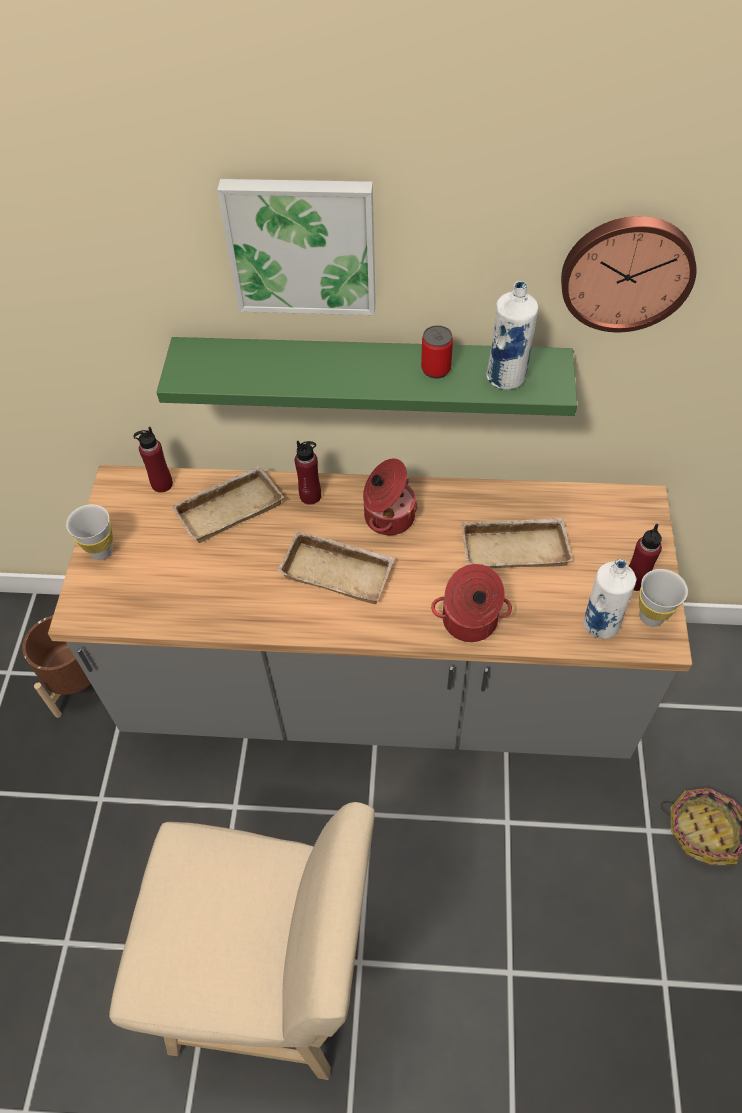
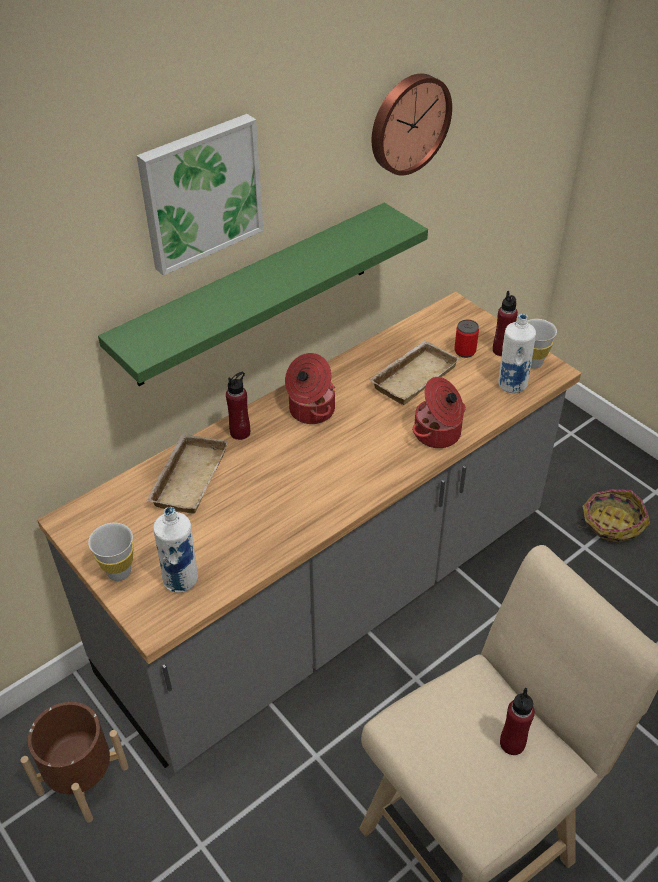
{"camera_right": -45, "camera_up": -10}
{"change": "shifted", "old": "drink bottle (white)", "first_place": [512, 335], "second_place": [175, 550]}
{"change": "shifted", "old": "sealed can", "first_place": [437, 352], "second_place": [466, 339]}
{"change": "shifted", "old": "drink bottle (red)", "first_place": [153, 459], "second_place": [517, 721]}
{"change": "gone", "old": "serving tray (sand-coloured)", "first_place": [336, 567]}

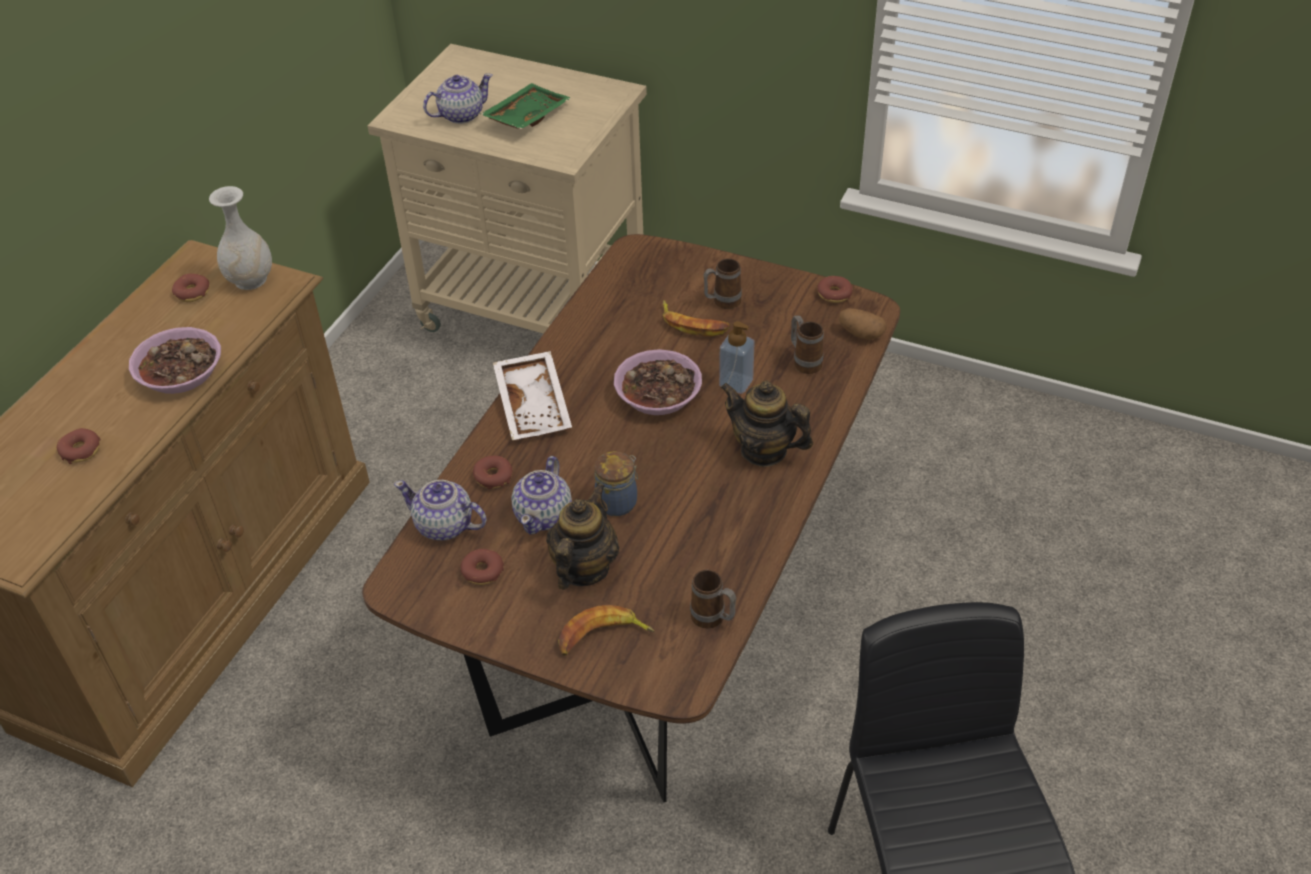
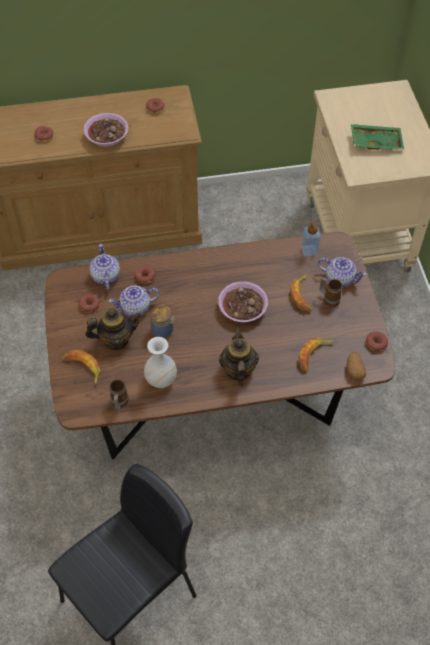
{"camera_right": 55, "camera_up": 10}
{"change": "shifted", "old": "teapot", "first_place": [458, 98], "second_place": [342, 272]}
{"change": "shifted", "old": "flower vase (white)", "first_place": [240, 238], "second_place": [160, 362]}
{"change": "swapped", "old": "tea mug", "new": "banana fruit", "first_place": [807, 344], "second_place": [317, 354]}
{"change": "shifted", "old": "soap bottle", "first_place": [737, 357], "second_place": [311, 238]}
{"change": "gone", "old": "serving tray (white)", "first_place": [532, 395]}

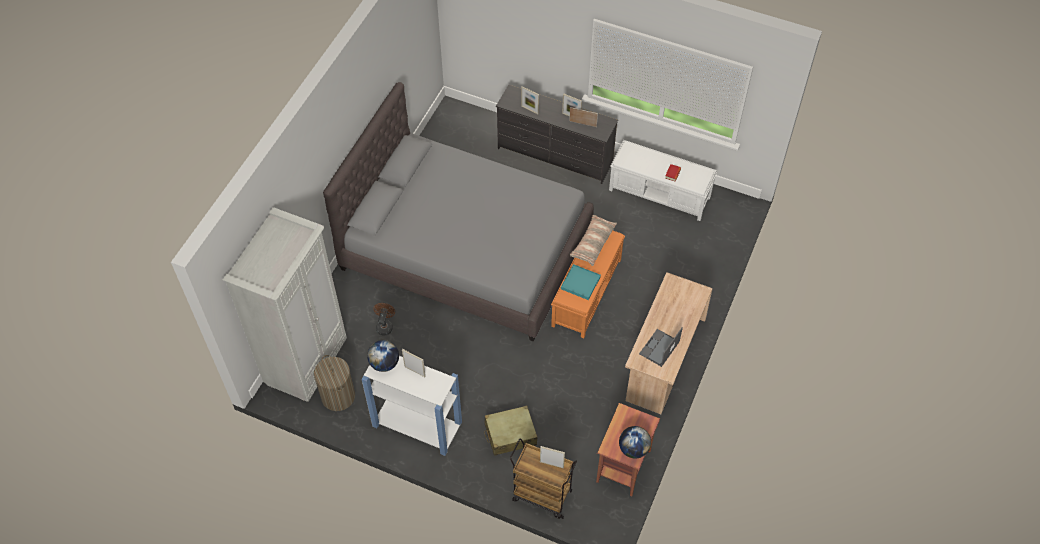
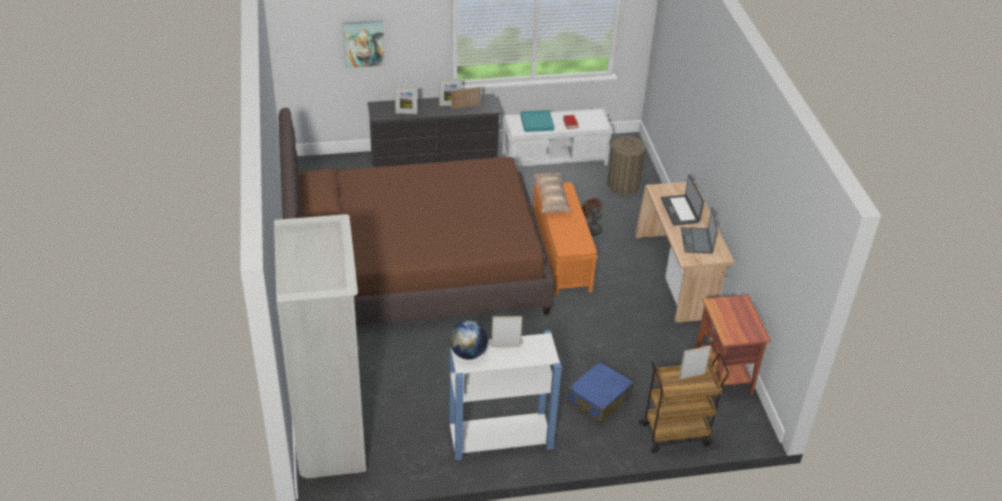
{"camera_right": -35, "camera_up": -15}
{"change": "repainted", "old": "bed (gray)", "new": "bed (brown-coloured)", "first_place": [458, 211], "second_place": [416, 216]}
{"change": "shifted", "old": "serving tray (blue-green)", "first_place": [581, 282], "second_place": [537, 121]}
{"change": "shifted", "old": "electric fan (brown-coloured)", "first_place": [384, 319], "second_place": [591, 217]}
{"change": "shifted", "old": "washing basket", "first_place": [334, 383], "second_place": [627, 165]}
{"change": "repainted", "old": "suitcase (sand-coloured)", "new": "suitcase (blue-coloured)", "first_place": [510, 430], "second_place": [600, 392]}
{"change": "gone", "old": "desk globe", "first_place": [635, 442]}
{"change": "new", "new": "wall picture", "second_place": [364, 44]}
{"change": "new", "new": "laptop", "second_place": [682, 200]}

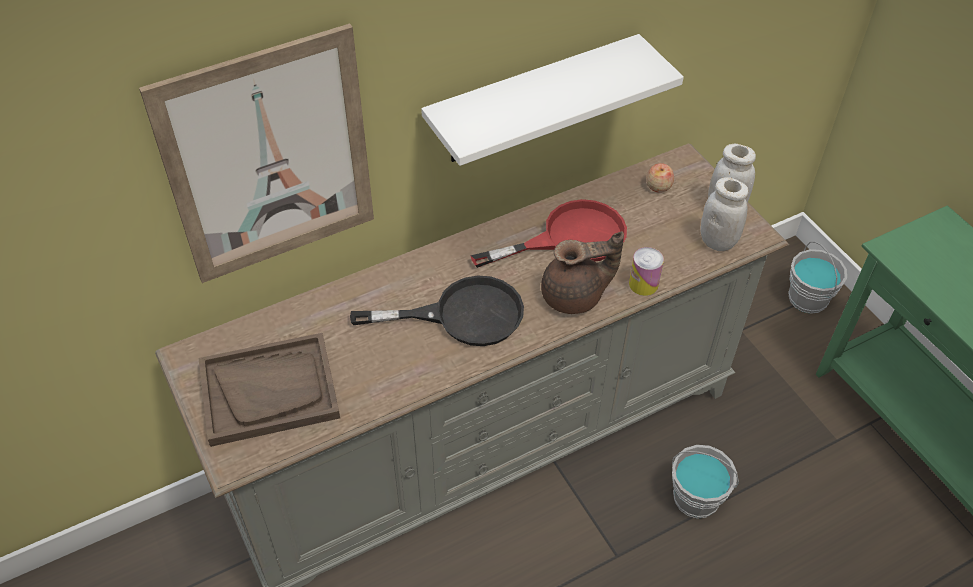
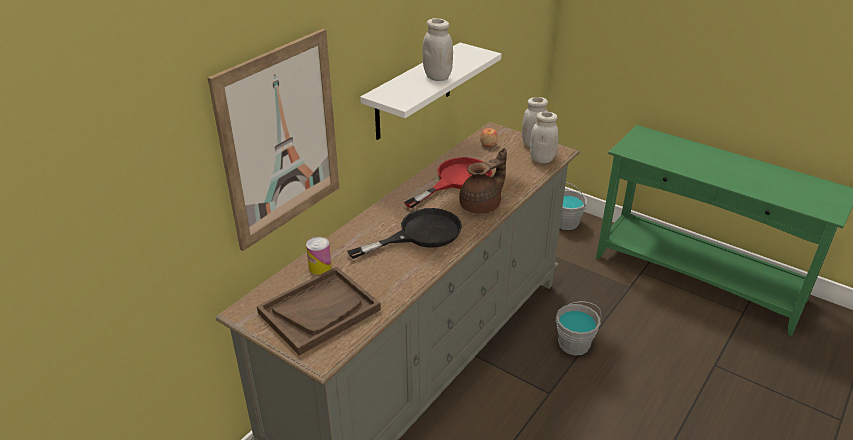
{"camera_right": -25, "camera_up": -15}
{"change": "shifted", "old": "sealed can", "first_place": [646, 271], "second_place": [319, 256]}
{"change": "new", "new": "storage jar (white)", "second_place": [438, 49]}

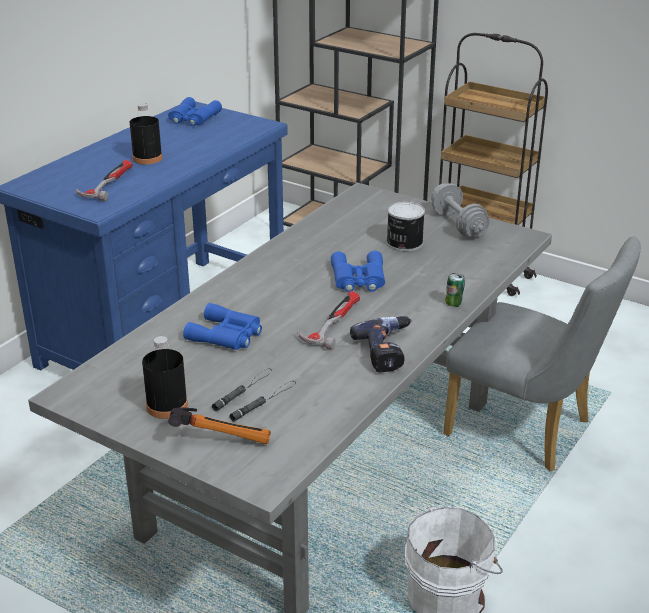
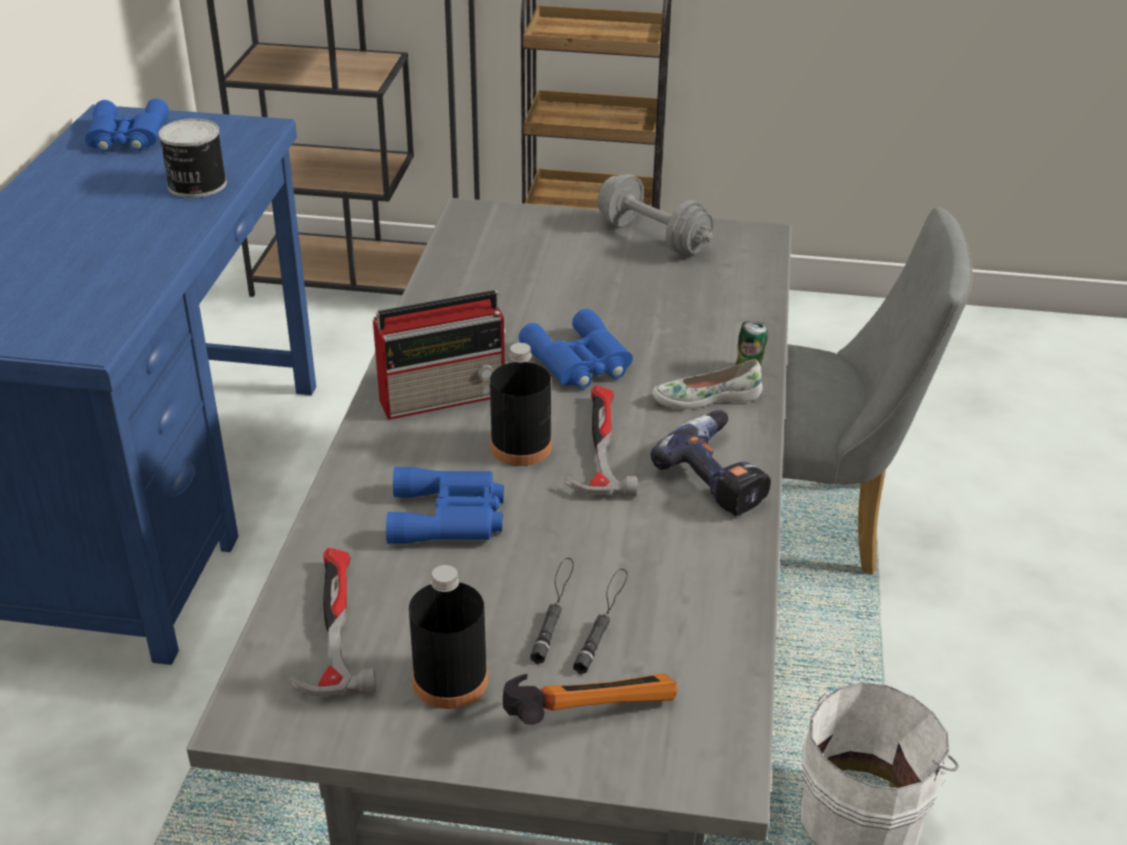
{"camera_right": -25, "camera_up": 5}
{"change": "shifted", "old": "drink bottle (black-coloured)", "first_place": [146, 134], "second_place": [521, 404]}
{"change": "shifted", "old": "hammer", "first_place": [104, 180], "second_place": [332, 622]}
{"change": "shifted", "old": "sealed can", "first_place": [406, 226], "second_place": [193, 158]}
{"change": "new", "new": "radio set", "second_place": [439, 355]}
{"change": "new", "new": "low shoe (white)", "second_place": [707, 385]}

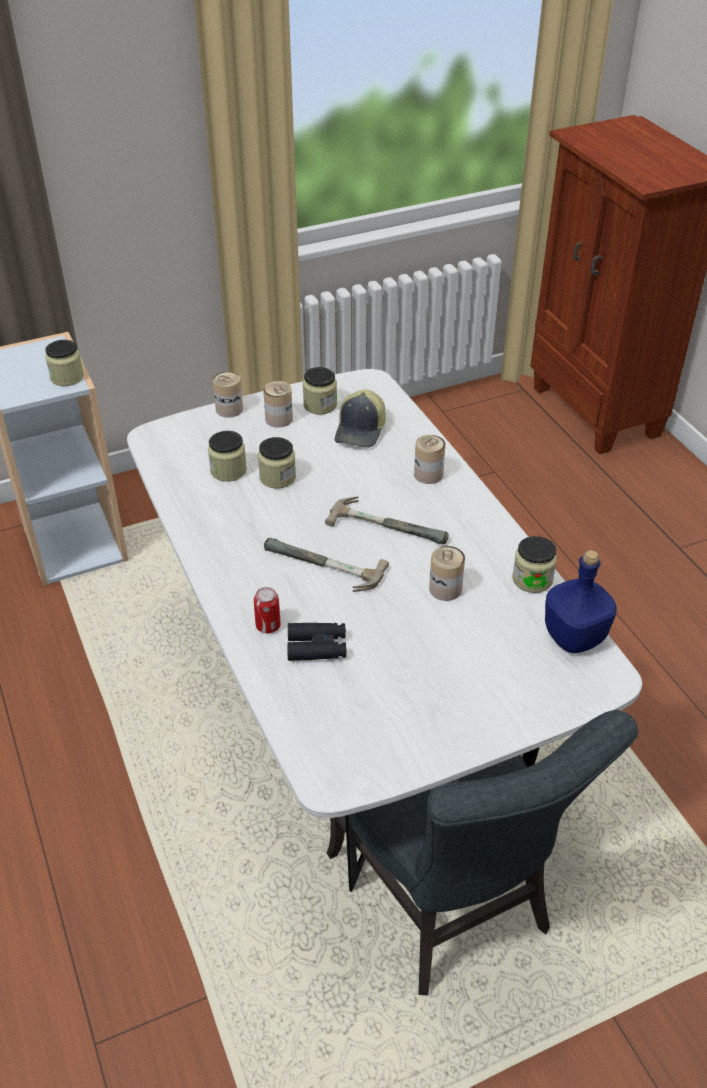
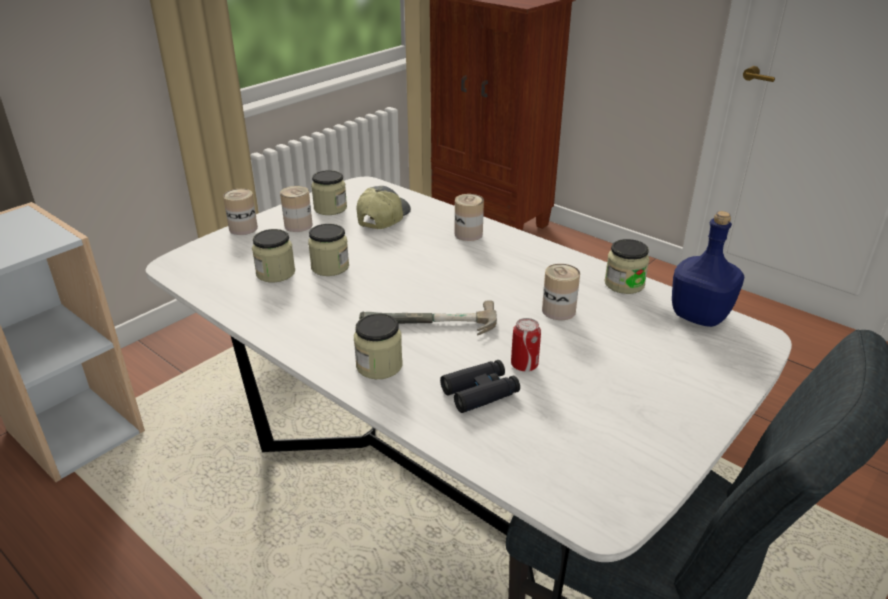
{"camera_right": -25, "camera_up": -10}
{"change": "shifted", "old": "storage jar", "first_place": [64, 363], "second_place": [378, 346]}
{"change": "rotated", "old": "peaked cap", "first_place": [360, 419], "second_place": [384, 207], "degrees": -150}
{"change": "gone", "old": "hammer", "first_place": [387, 520]}
{"change": "shifted", "old": "sealed can", "first_place": [267, 610], "second_place": [526, 344]}

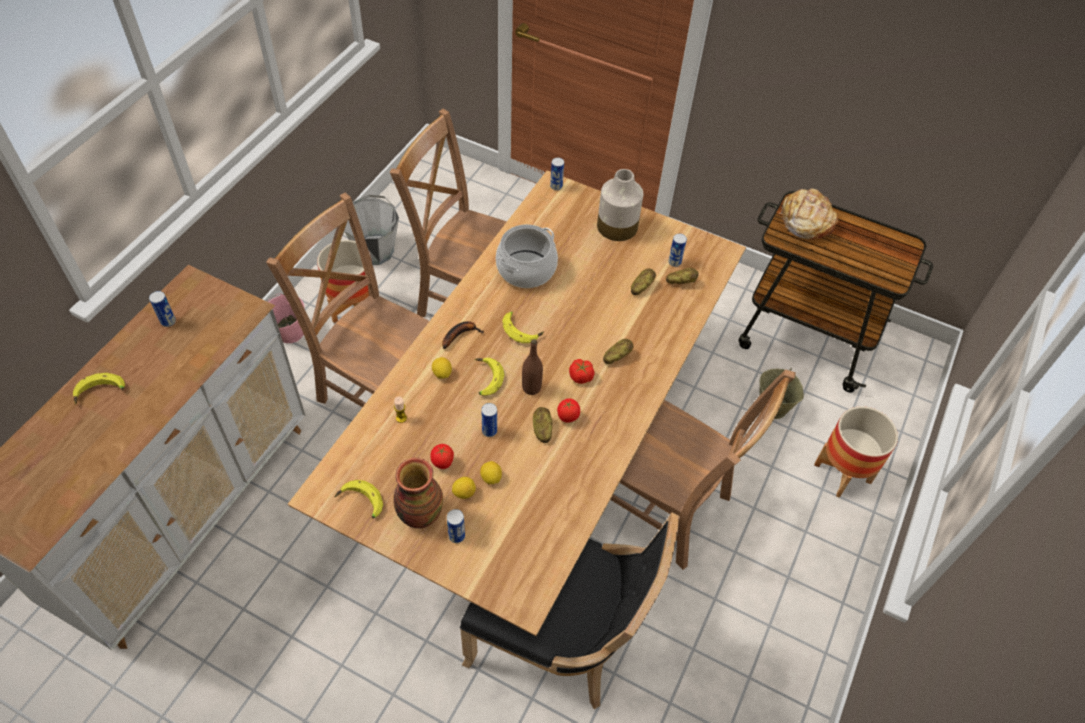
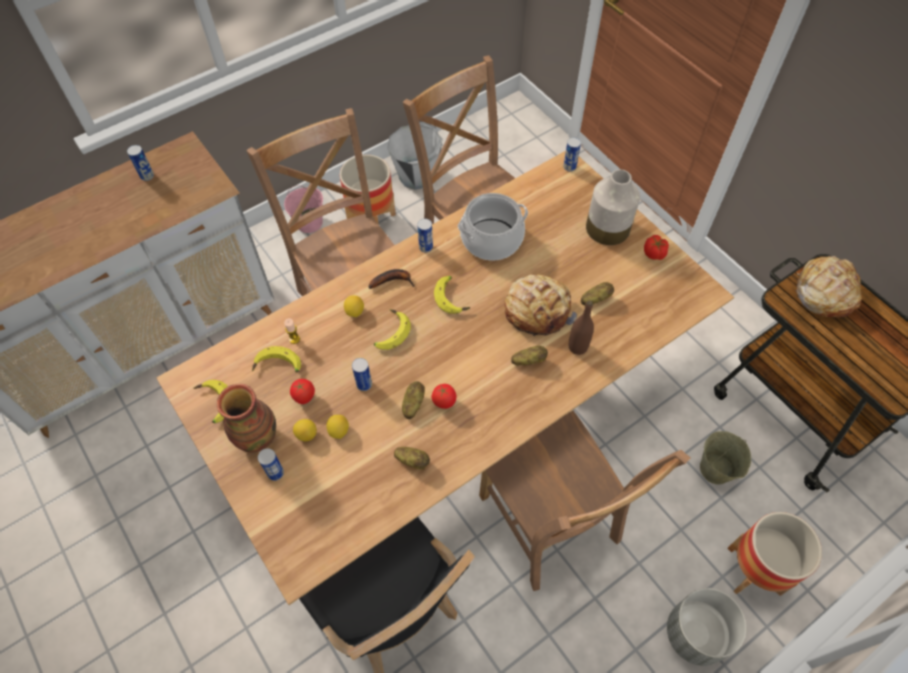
{"camera_right": 30, "camera_up": 5}
{"change": "shifted", "old": "sealed can", "first_place": [677, 250], "second_place": [425, 235]}
{"change": "shifted", "old": "whole potato", "first_place": [682, 276], "second_place": [412, 458]}
{"change": "shifted", "old": "drink bottle (brown-coloured)", "first_place": [532, 367], "second_place": [581, 327]}
{"change": "shifted", "old": "whole tomato", "first_place": [581, 371], "second_place": [656, 247]}
{"change": "shifted", "old": "banana fruit", "first_place": [99, 389], "second_place": [276, 359]}
{"change": "new", "new": "bread", "second_place": [541, 305]}
{"change": "new", "new": "plant pot (gray)", "second_place": [706, 627]}

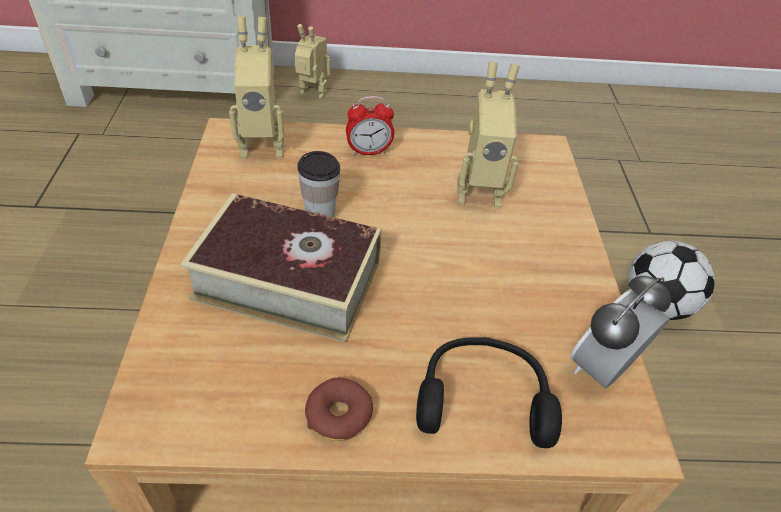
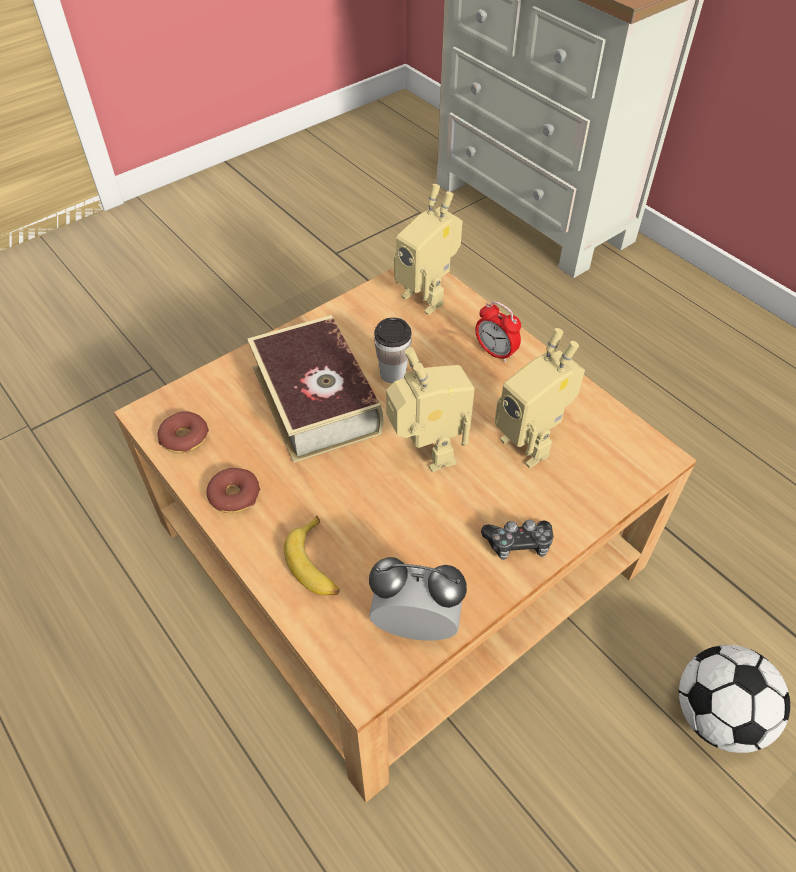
{"camera_right": 55, "camera_up": 5}
{"change": "shifted", "old": "robot figure", "first_place": [313, 61], "second_place": [430, 409]}
{"change": "swapped", "old": "headset (black-coloured)", "new": "banana fruit", "first_place": [489, 392], "second_place": [312, 555]}
{"change": "new", "new": "doughnut", "second_place": [183, 432]}
{"change": "new", "new": "gamepad", "second_place": [517, 540]}

